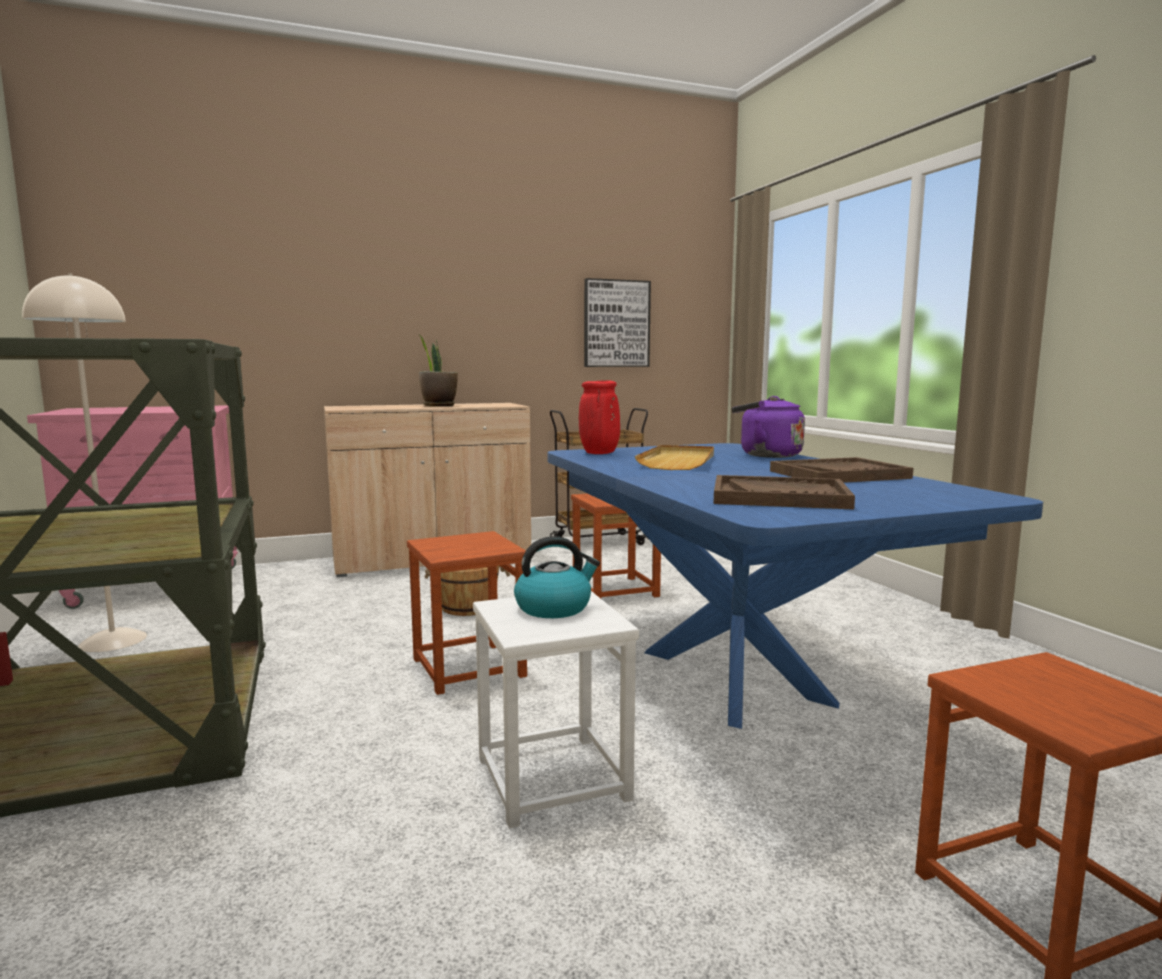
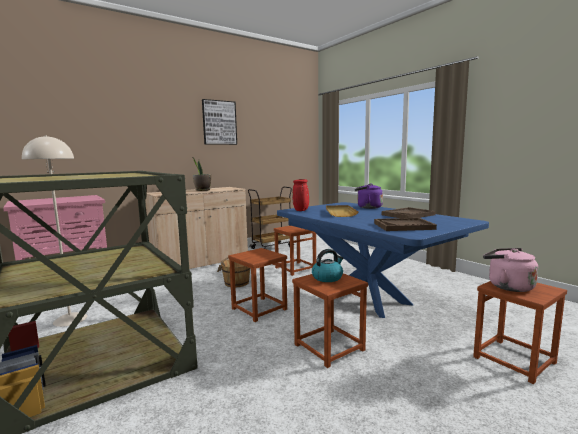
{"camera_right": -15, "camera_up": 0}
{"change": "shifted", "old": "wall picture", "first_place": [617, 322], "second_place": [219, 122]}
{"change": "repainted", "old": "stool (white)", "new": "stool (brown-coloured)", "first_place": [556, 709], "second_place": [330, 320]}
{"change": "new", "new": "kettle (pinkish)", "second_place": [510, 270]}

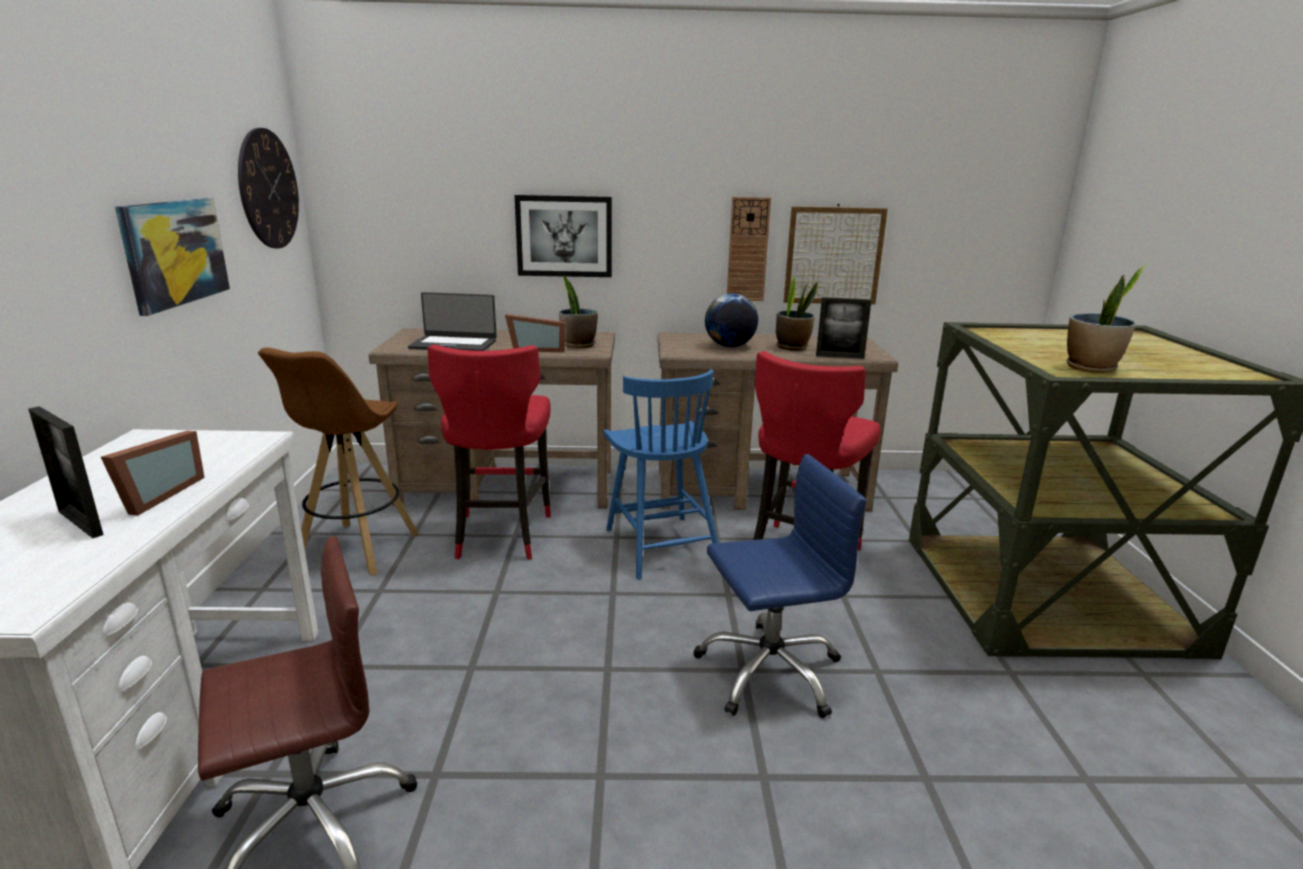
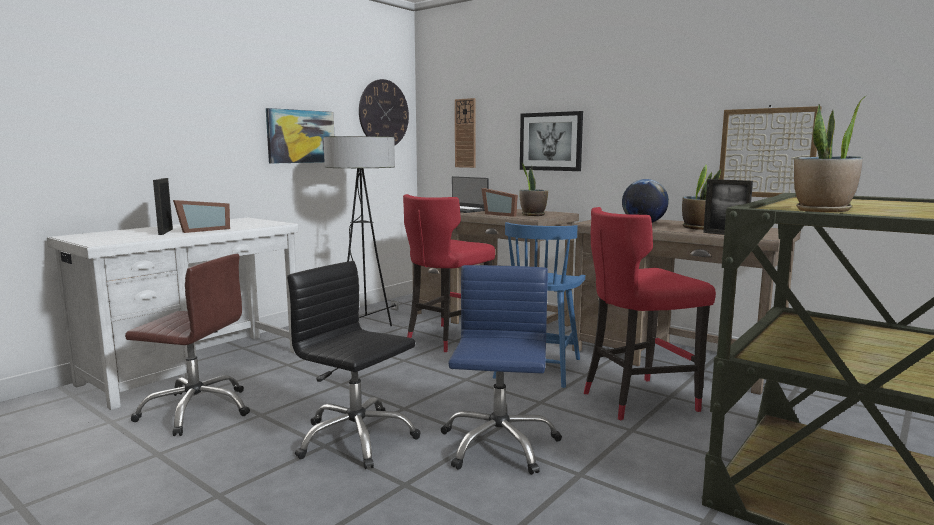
{"camera_right": 40, "camera_up": -10}
{"change": "shifted", "old": "clock on the wall", "first_place": [749, 249], "second_place": [465, 133]}
{"change": "swapped", "old": "stool (brown-coloured)", "new": "floor lamp", "first_place": [338, 461], "second_place": [361, 231]}
{"change": "rotated", "old": "office chair (blue-coloured)", "first_place": [780, 586], "second_place": [501, 370], "degrees": -105}
{"change": "new", "new": "office chair (black-coloured)", "second_place": [353, 365]}

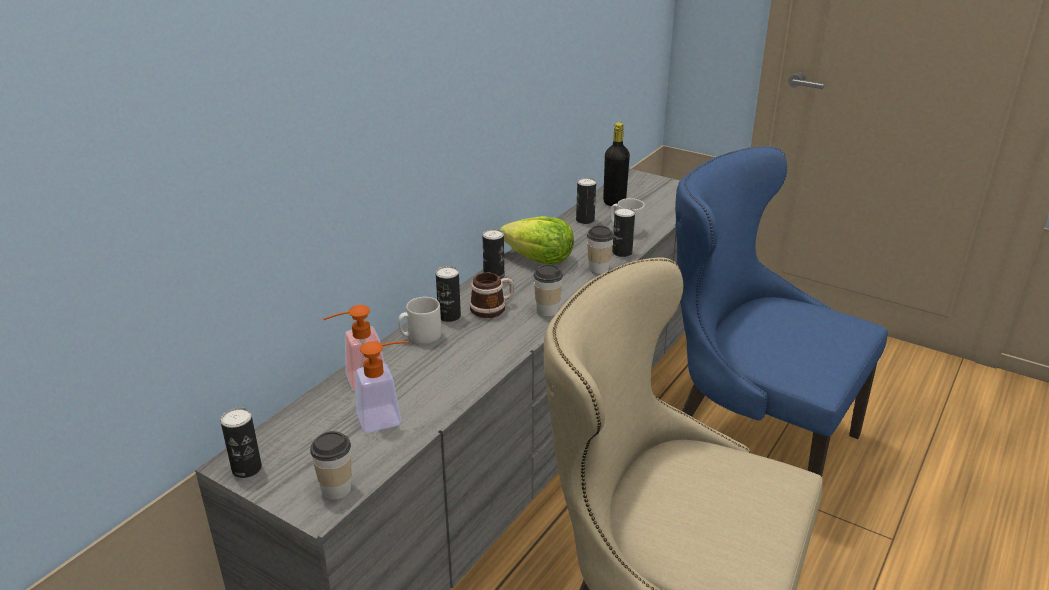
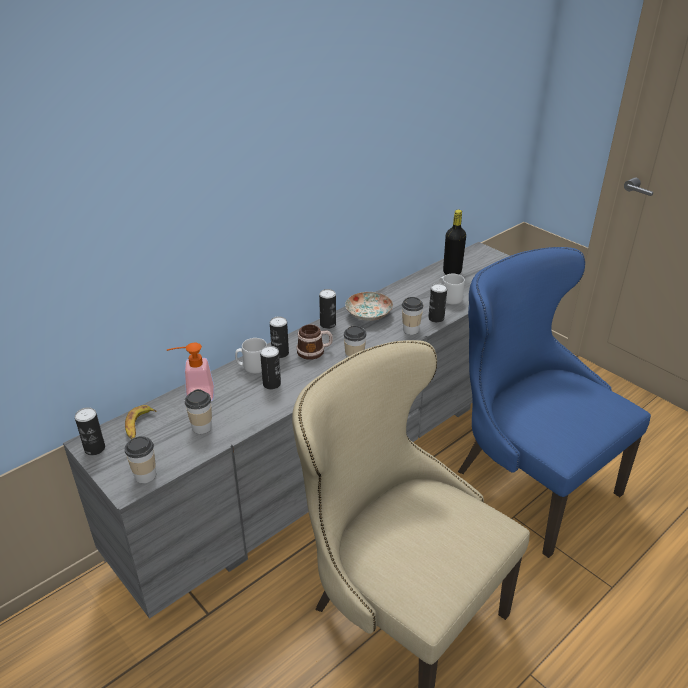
{"camera_right": 15, "camera_up": 5}
{"change": "shifted", "old": "sealed can", "first_place": [586, 200], "second_place": [270, 368]}
{"change": "swapped", "old": "head of lettuce", "new": "plate", "first_place": [537, 240], "second_place": [369, 306]}
{"change": "swapped", "old": "soap bottle", "new": "small cup", "first_place": [383, 386], "second_place": [198, 411]}
{"change": "new", "new": "banana fruit", "second_place": [141, 422]}

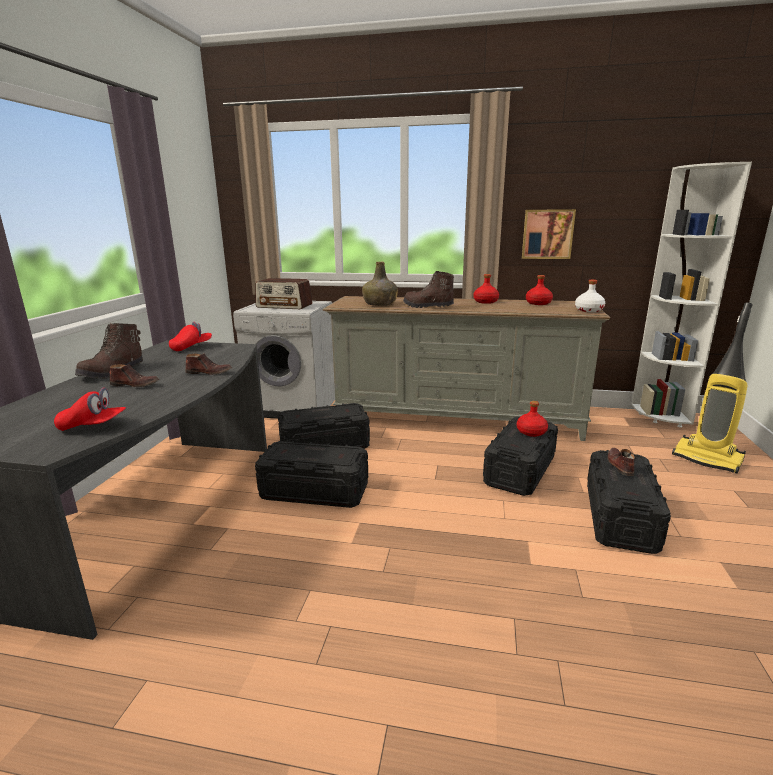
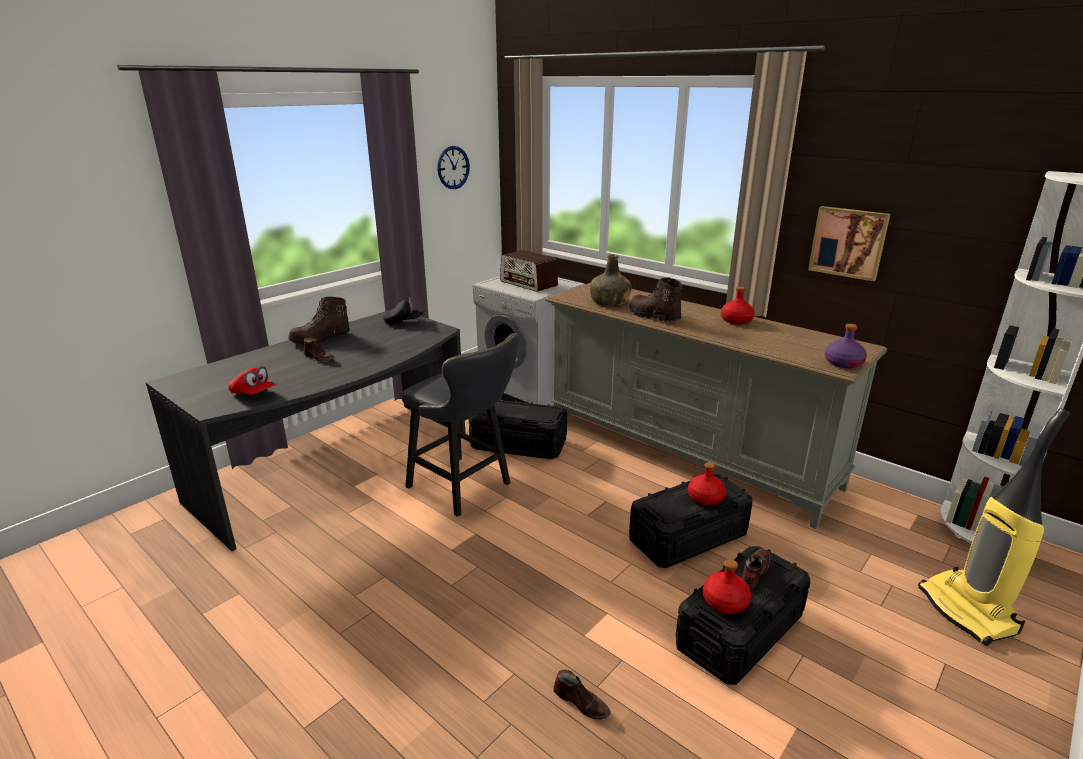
{"camera_right": 30, "camera_up": 5}
{"change": "shifted", "old": "drink bottle (red)", "first_place": [539, 290], "second_place": [727, 586]}
{"change": "repainted", "old": "drink bottle (white)", "new": "drink bottle (purple-coloured)", "first_place": [590, 296], "second_place": [846, 346]}
{"change": "repainted", "old": "peaked cap (red)", "new": "peaked cap (black-coloured)", "first_place": [190, 336], "second_place": [403, 311]}
{"change": "shifted", "old": "low shoe (brown-coloured)", "first_place": [209, 364], "second_place": [582, 694]}
{"change": "swapped", "old": "storage container (black-coloured)", "new": "stool (gray)", "first_place": [311, 474], "second_place": [460, 425]}
{"change": "new", "new": "clock on the wall", "second_place": [453, 167]}

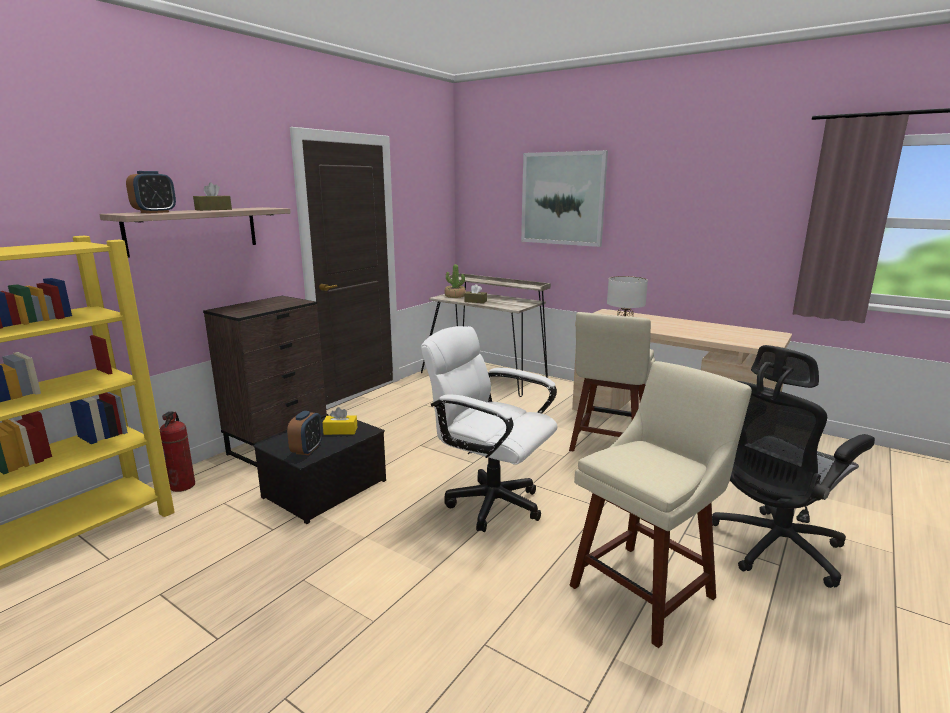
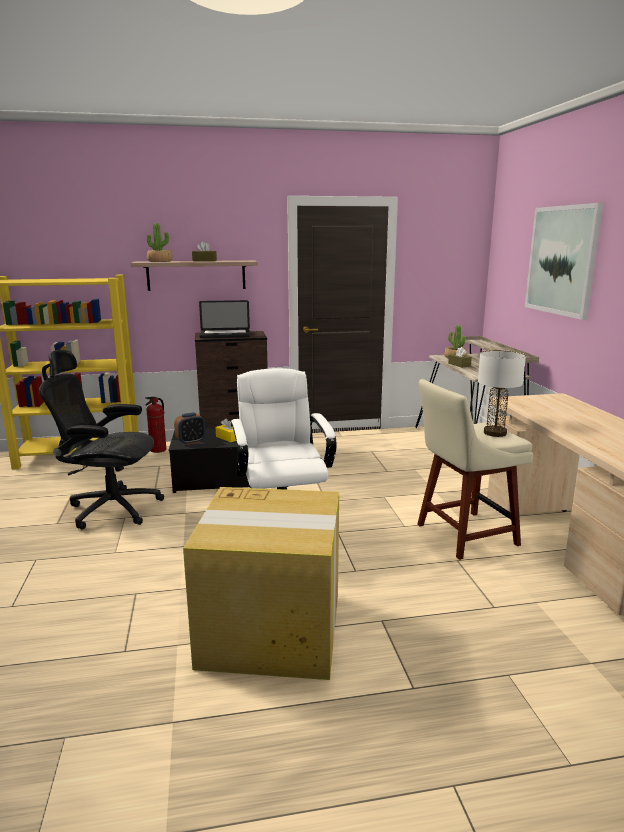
{"camera_right": 45, "camera_up": 0}
{"change": "swapped", "old": "bedside clock", "new": "houseplant", "first_place": [151, 192], "second_place": [159, 242]}
{"change": "shifted", "old": "office chair", "first_place": [793, 466], "second_place": [101, 439]}
{"change": "swapped", "old": "stool (sand-coloured)", "new": "cardboard box", "first_place": [660, 504], "second_place": [261, 583]}
{"change": "new", "new": "laptop", "second_place": [224, 319]}

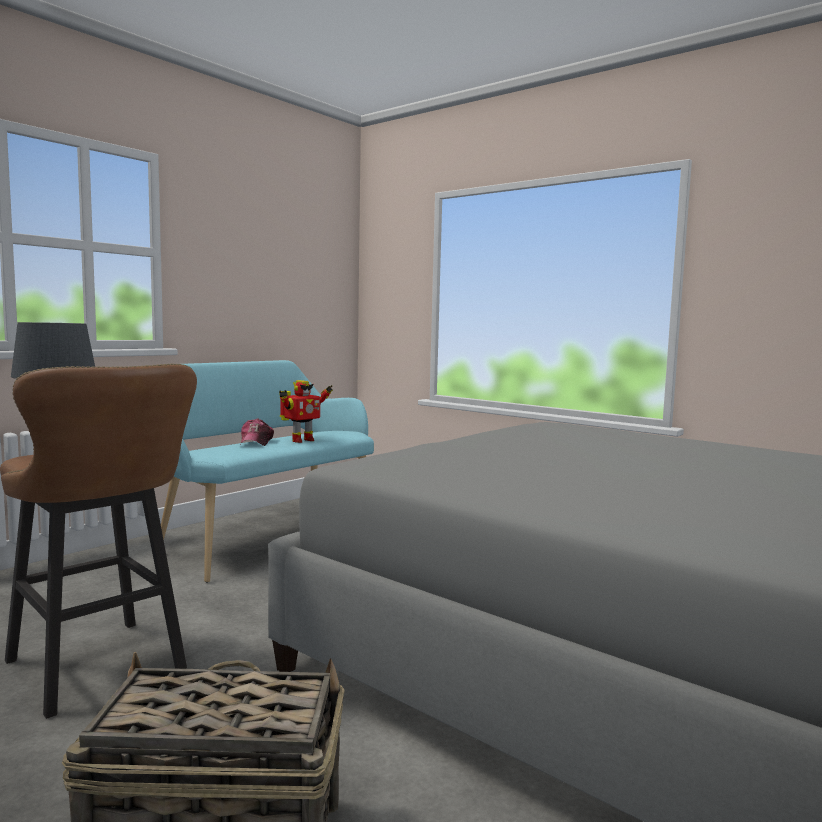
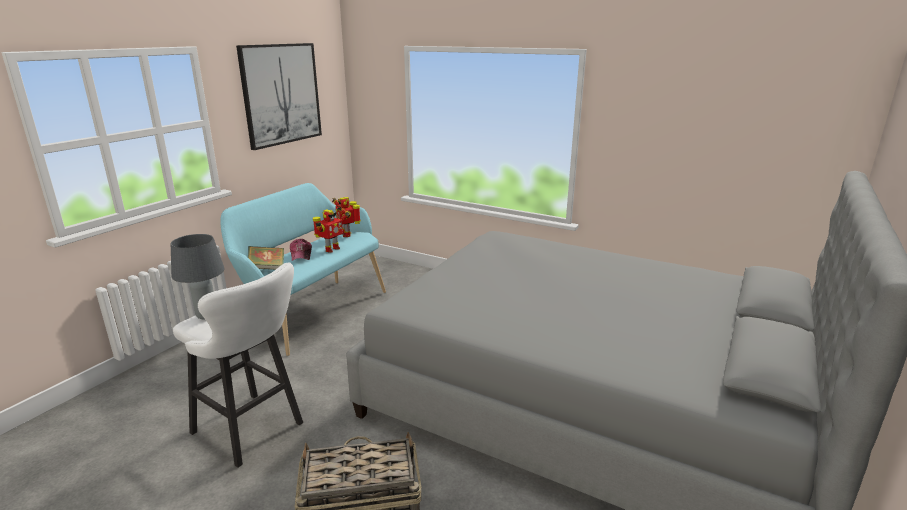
{"camera_right": -10, "camera_up": 15}
{"change": "repainted", "old": "stool (brown-coloured)", "new": "stool (white)", "first_place": [98, 541], "second_place": [238, 365]}
{"change": "new", "new": "wall picture", "second_place": [279, 96]}
{"change": "new", "new": "robot figure", "second_place": [346, 217]}
{"change": "new", "new": "book", "second_place": [266, 258]}

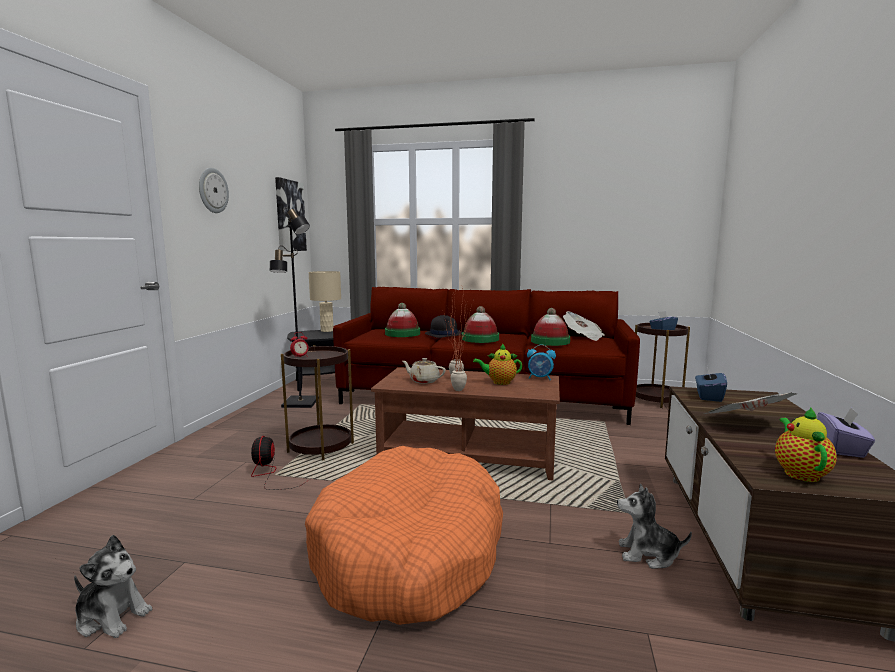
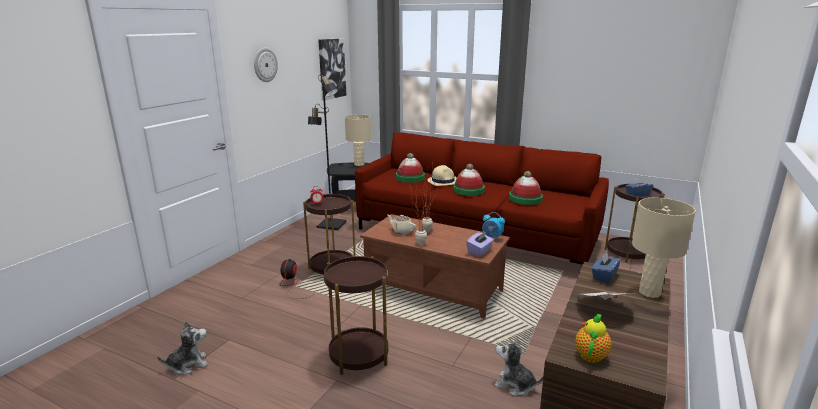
{"camera_right": 15, "camera_up": 10}
{"change": "gone", "old": "printed paper", "first_place": [584, 326]}
{"change": "repainted", "old": "hat (black-coloured)", "new": "hat (sand-coloured)", "first_place": [443, 326], "second_place": [442, 175]}
{"change": "gone", "old": "teapot", "first_place": [497, 364]}
{"change": "shifted", "old": "tissue holder (purple-coloured)", "first_place": [846, 432], "second_place": [480, 244]}
{"change": "swapped", "old": "dog bed (orange-coloured)", "new": "accent table (brown-coloured)", "first_place": [404, 535], "second_place": [355, 315]}
{"change": "rotated", "old": "cuddly toy", "first_place": [113, 586], "second_place": [182, 348], "degrees": -60}
{"change": "new", "new": "lamp for a table (sand-coloured)", "second_place": [664, 248]}

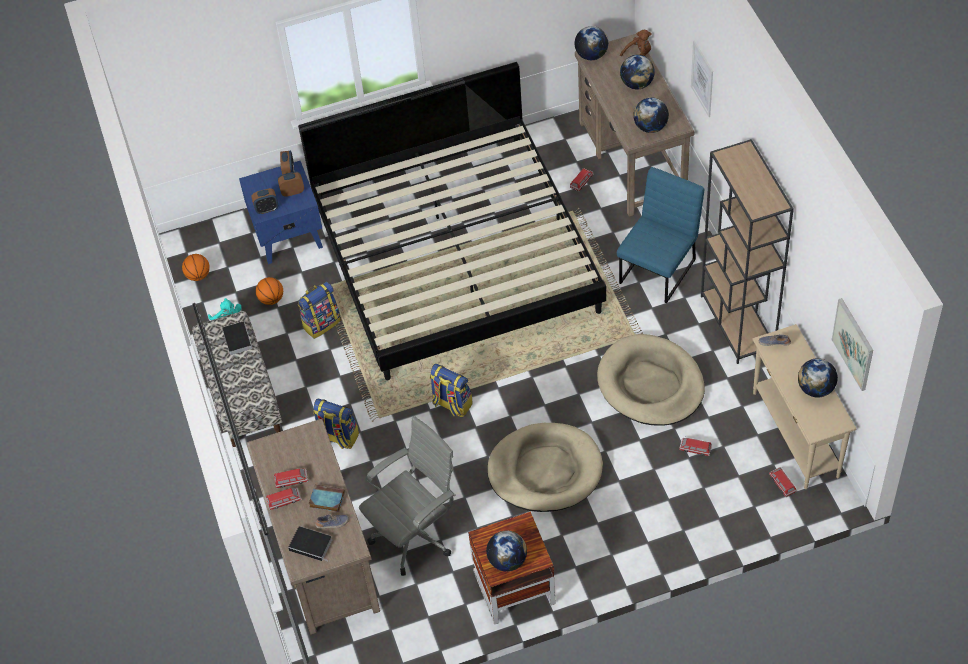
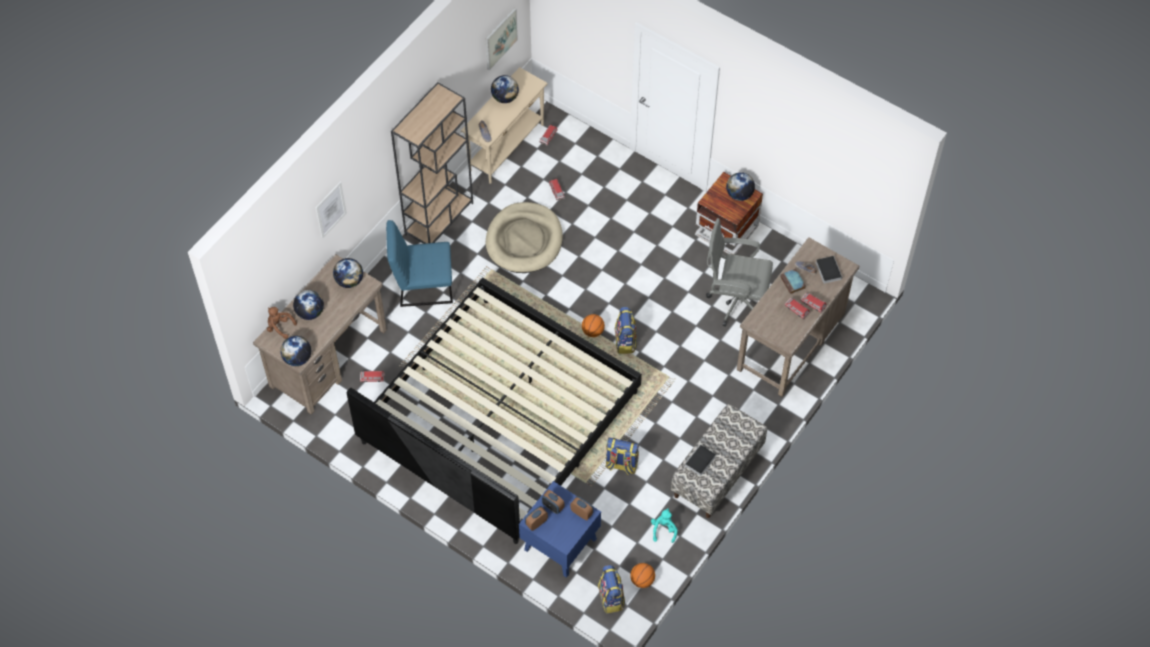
{"camera_right": -130, "camera_up": 5}
{"change": "shifted", "old": "basketball ball", "first_place": [269, 291], "second_place": [593, 325]}
{"change": "shifted", "old": "rucksack", "first_place": [336, 423], "second_place": [611, 589]}
{"change": "gone", "old": "dog bed (sand-coloured)", "first_place": [545, 467]}

